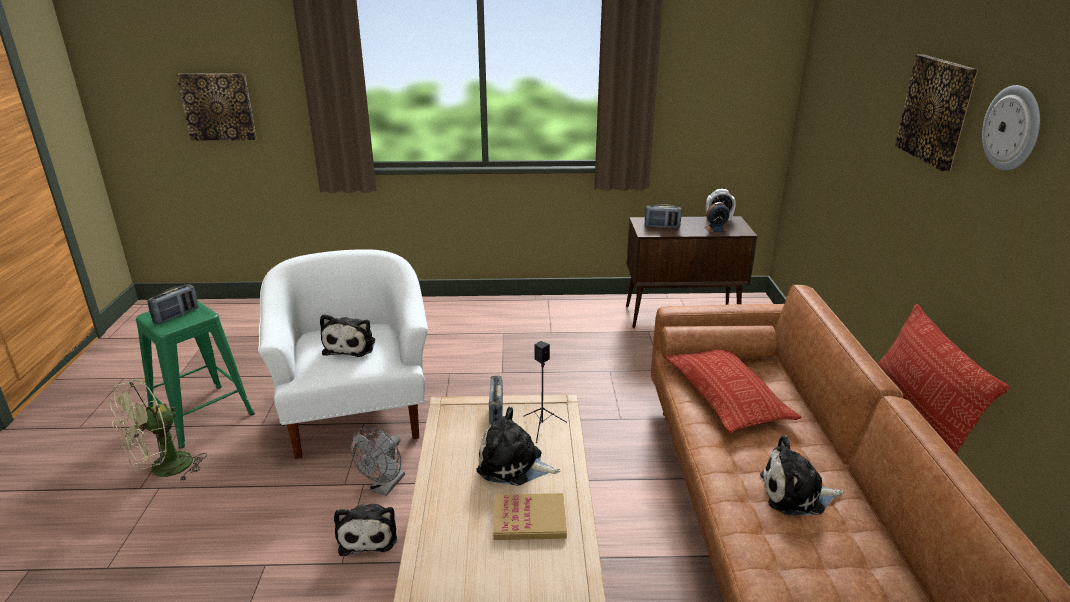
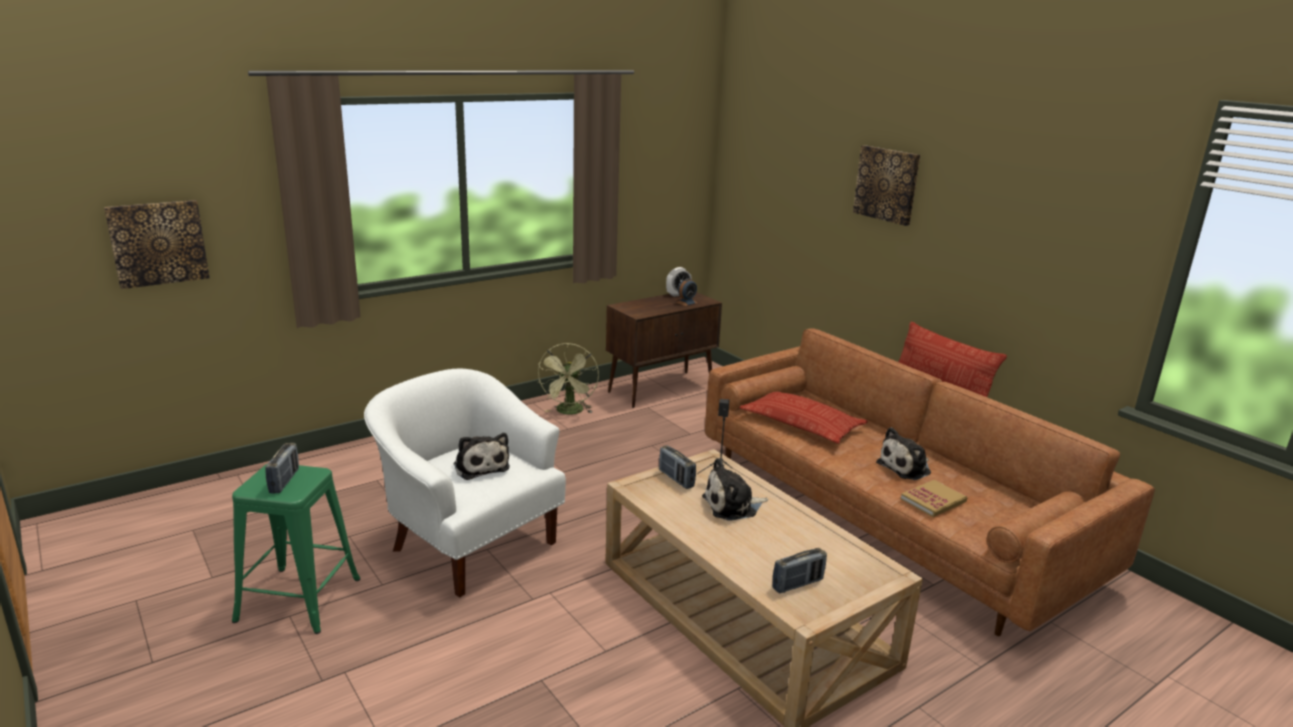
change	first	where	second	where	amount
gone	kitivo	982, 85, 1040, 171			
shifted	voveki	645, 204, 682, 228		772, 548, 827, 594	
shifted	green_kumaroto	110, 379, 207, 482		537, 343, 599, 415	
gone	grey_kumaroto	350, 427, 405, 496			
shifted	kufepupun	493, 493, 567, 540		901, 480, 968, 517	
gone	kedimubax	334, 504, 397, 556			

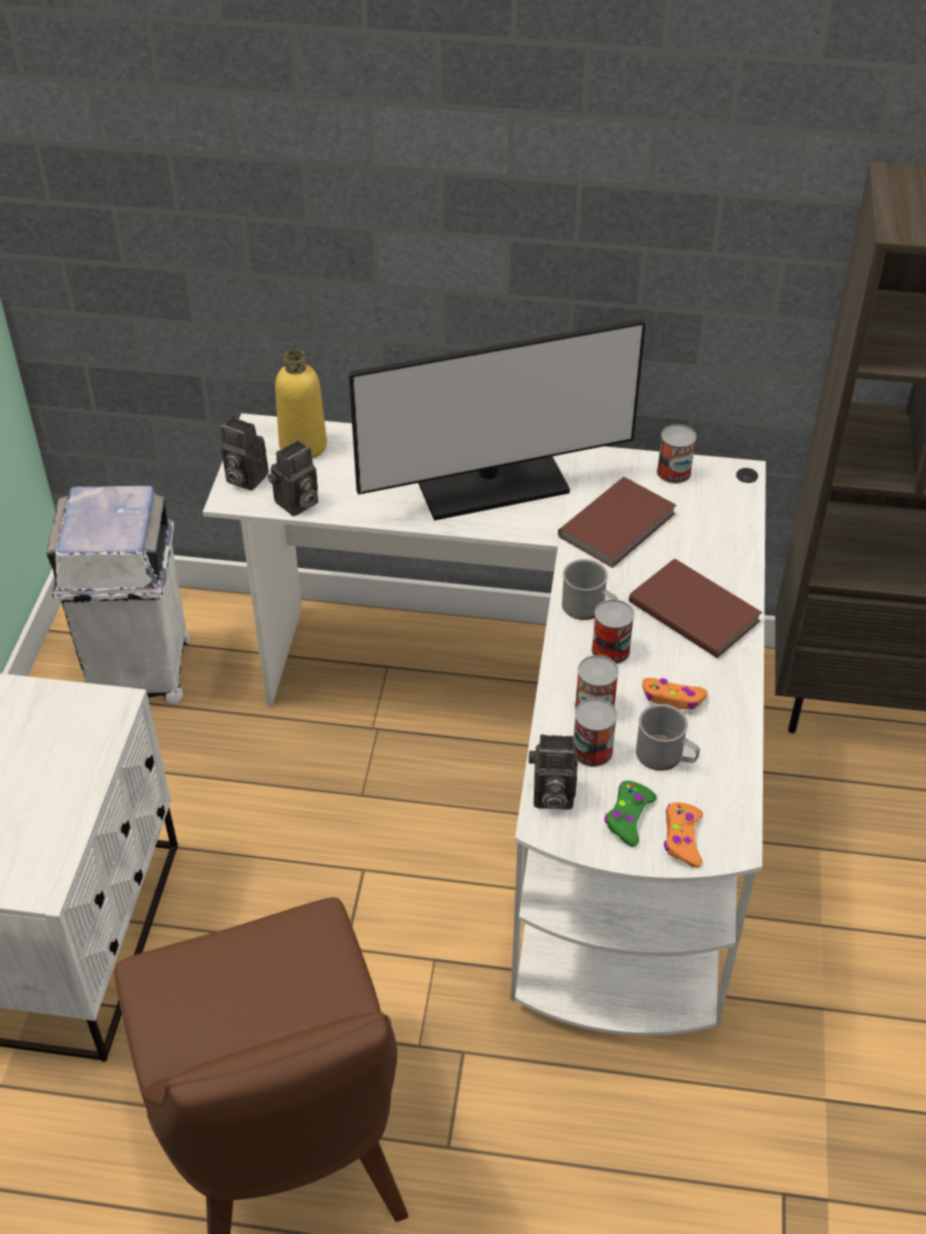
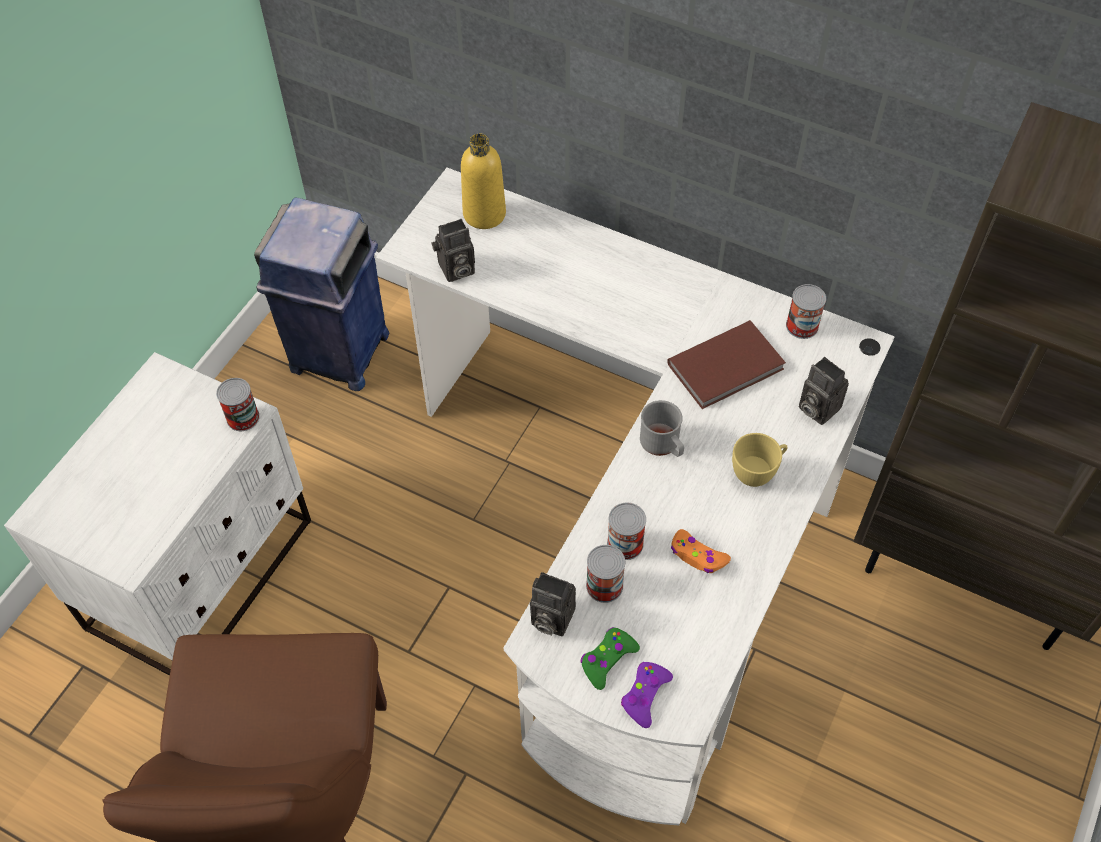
change	first	where	second	where	amount
gone	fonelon	349, 319, 646, 521			
shifted	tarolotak	220, 417, 269, 491		799, 357, 849, 425	
repainted	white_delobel	47, 486, 190, 703	blue_delobel	254, 197, 389, 391	
swapped	brown_kufepupun	629, 558, 762, 658	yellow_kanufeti	732, 433, 788, 487	
shifted	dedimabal	591, 599, 634, 664		216, 378, 260, 431	
gone	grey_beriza	636, 704, 700, 771			
repainted	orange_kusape	664, 802, 703, 868	purple_kusape	621, 662, 673, 728	

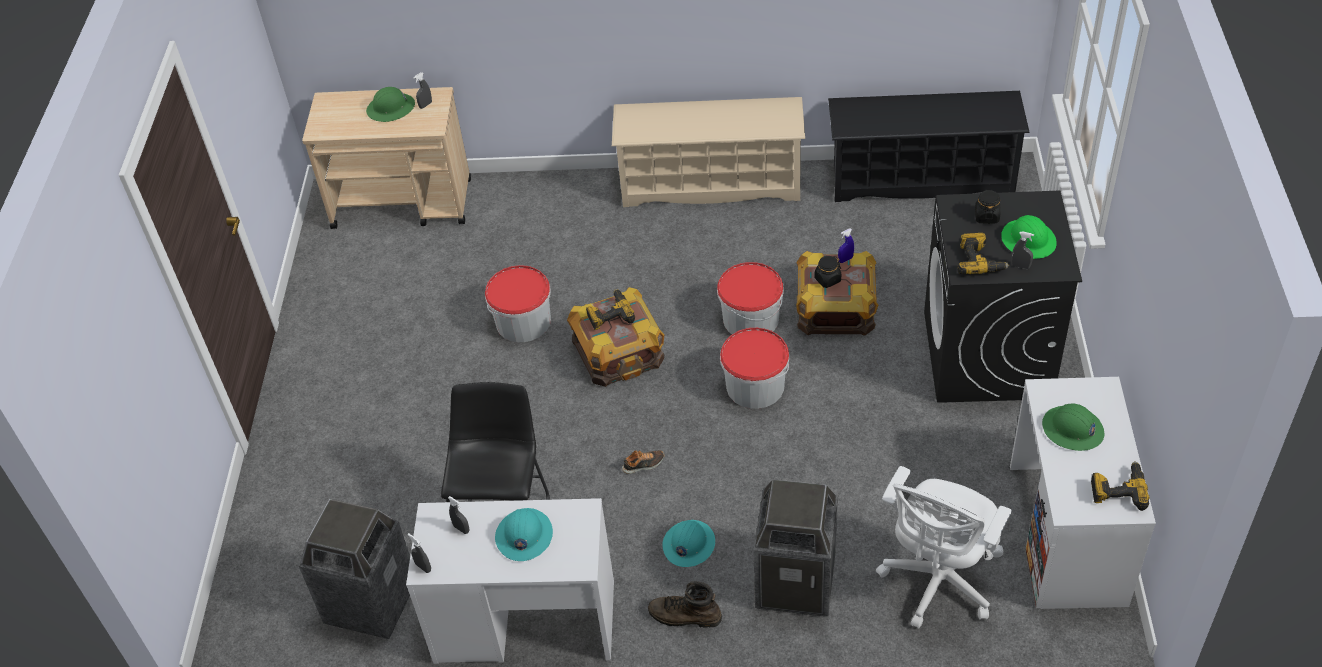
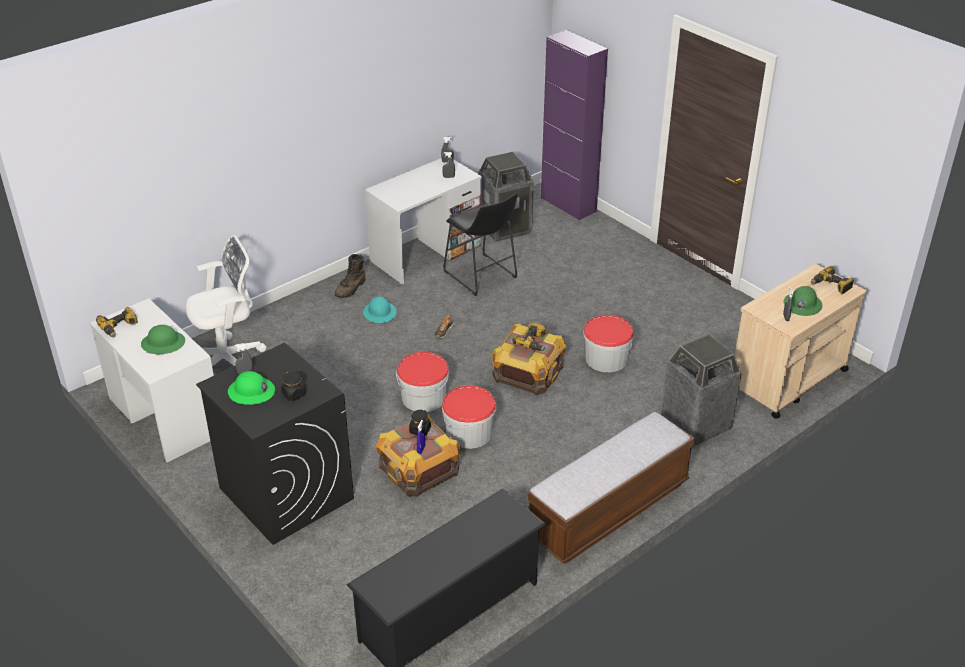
change	first	where	second	where	amount
swapped	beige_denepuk	612, 97, 805, 207	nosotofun	528, 412, 695, 564	
shifted	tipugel	957, 233, 1010, 274		811, 266, 854, 294	
rotated	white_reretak	876, 466, 1012, 629		186, 235, 266, 366	75 degrees clockwise
shifted	delobel	753, 479, 838, 617		661, 334, 742, 446	
gone	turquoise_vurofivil	495, 508, 553, 561			
rotated	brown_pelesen	648, 581, 722, 628		335, 254, 366, 298	150 degrees clockwise
new			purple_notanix	541, 30, 608, 220	

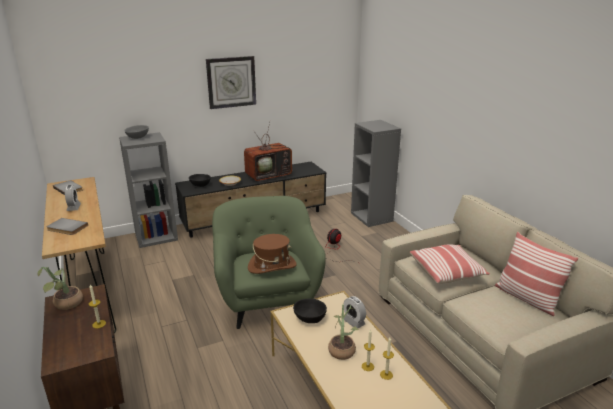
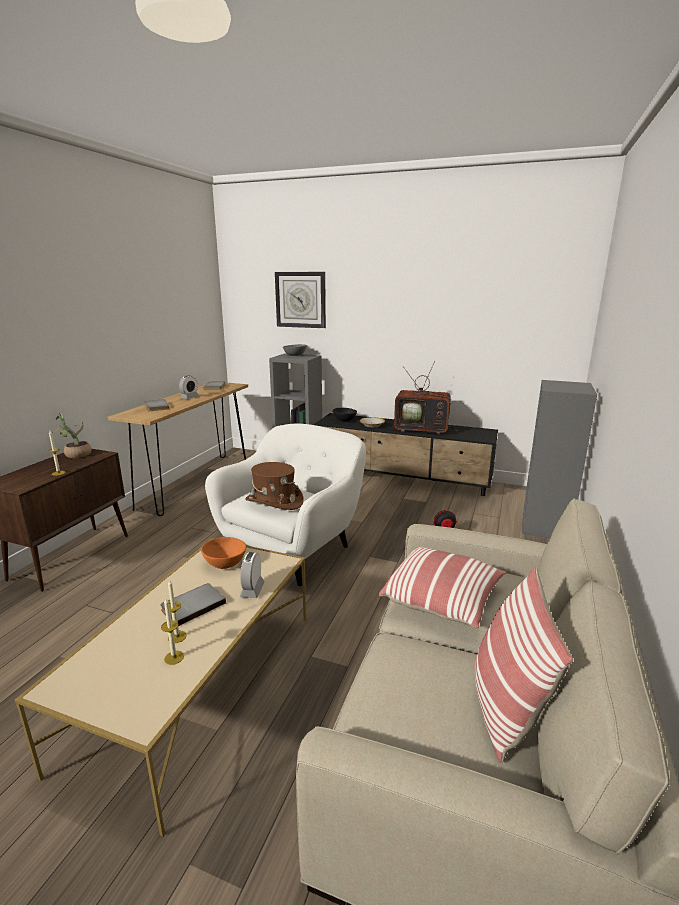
change	first	where	second	where	amount
shifted	kitivo	206, 56, 256, 109		275, 272, 326, 328	
repainted	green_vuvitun	212, 196, 326, 329	white_vuvitun	205, 424, 366, 586	
repainted	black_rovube	293, 299, 327, 323	orange_rovube	201, 537, 246, 569	
swapped	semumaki	328, 304, 359, 360	grey_kufepupun	161, 583, 226, 626	

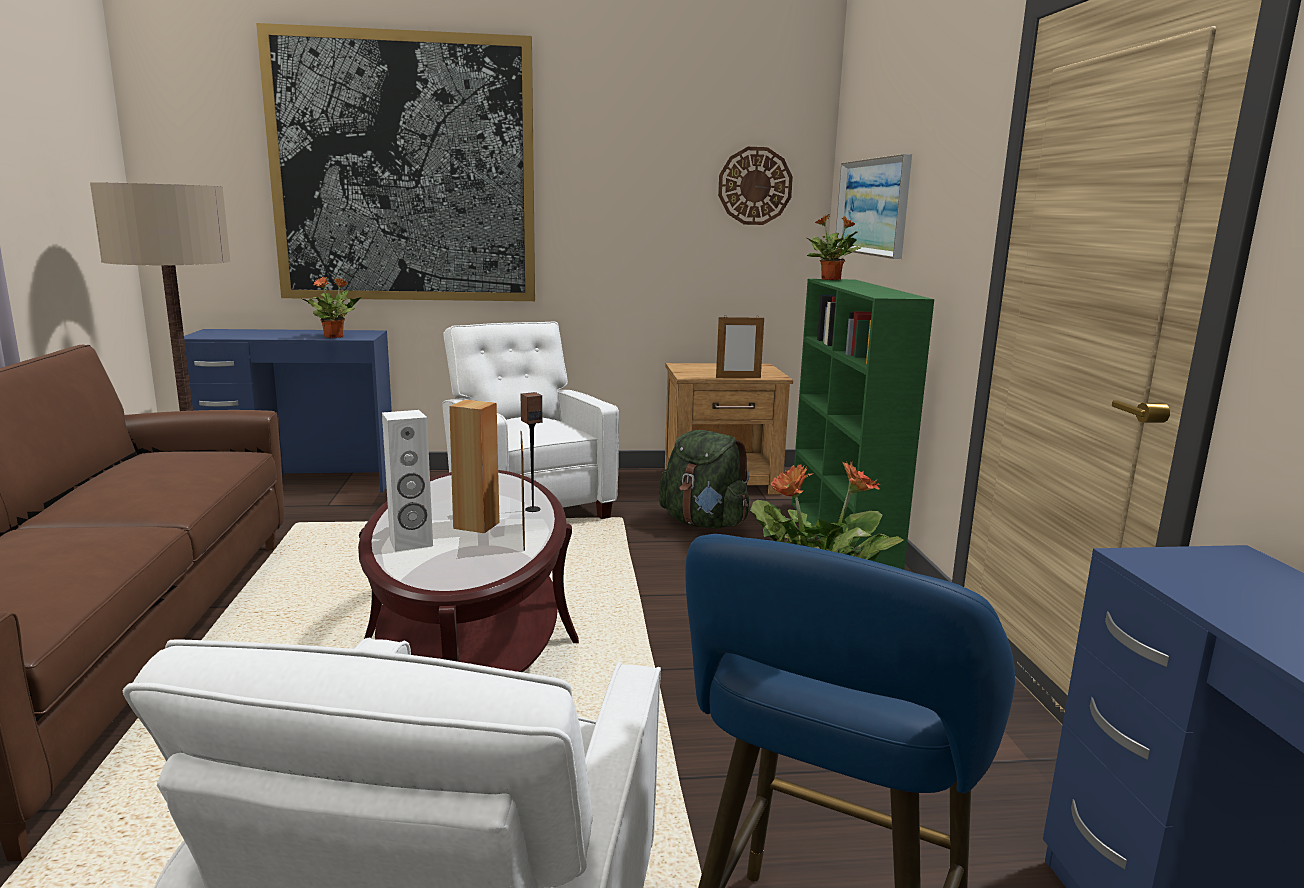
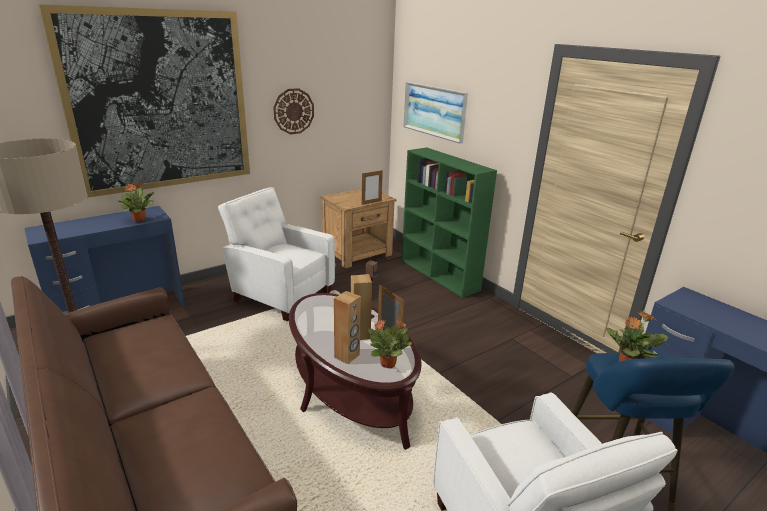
change	first	where	second	where	amount
shifted	kitivo	718, 147, 793, 225		273, 88, 314, 134	
shifted	semumaki	807, 214, 862, 280		367, 320, 412, 368	
repainted	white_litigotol	382, 410, 433, 552	brown_litigotol	334, 291, 361, 364	
gone	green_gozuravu	659, 430, 749, 529			

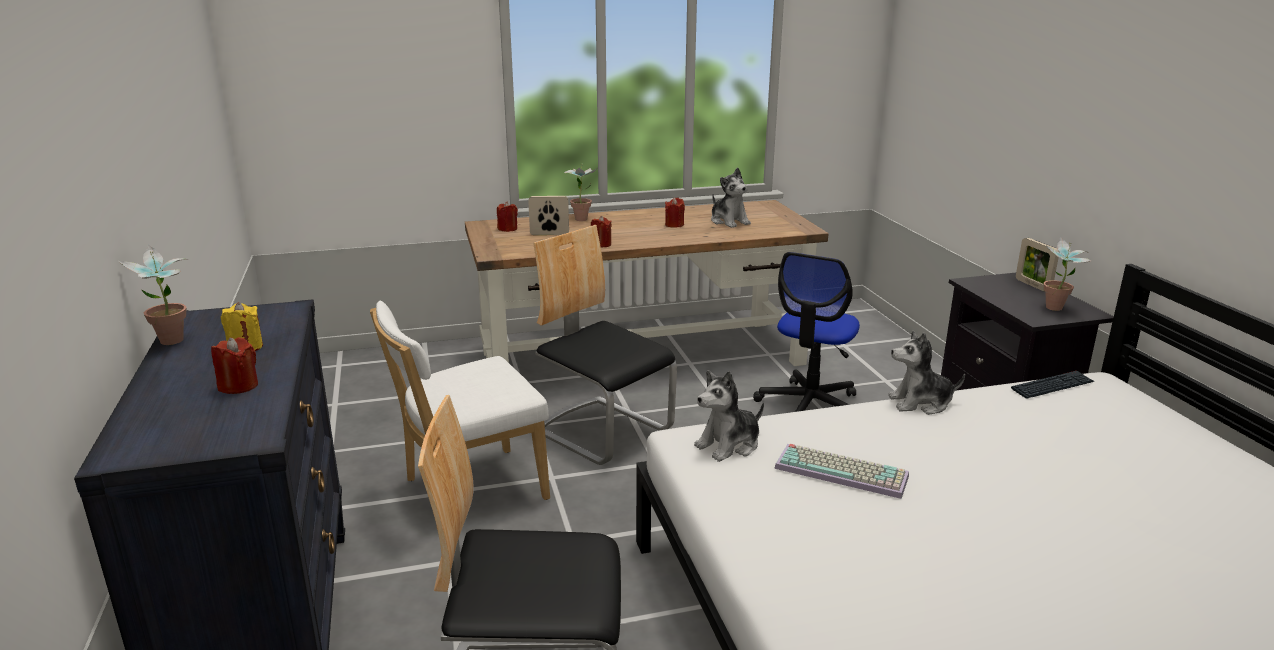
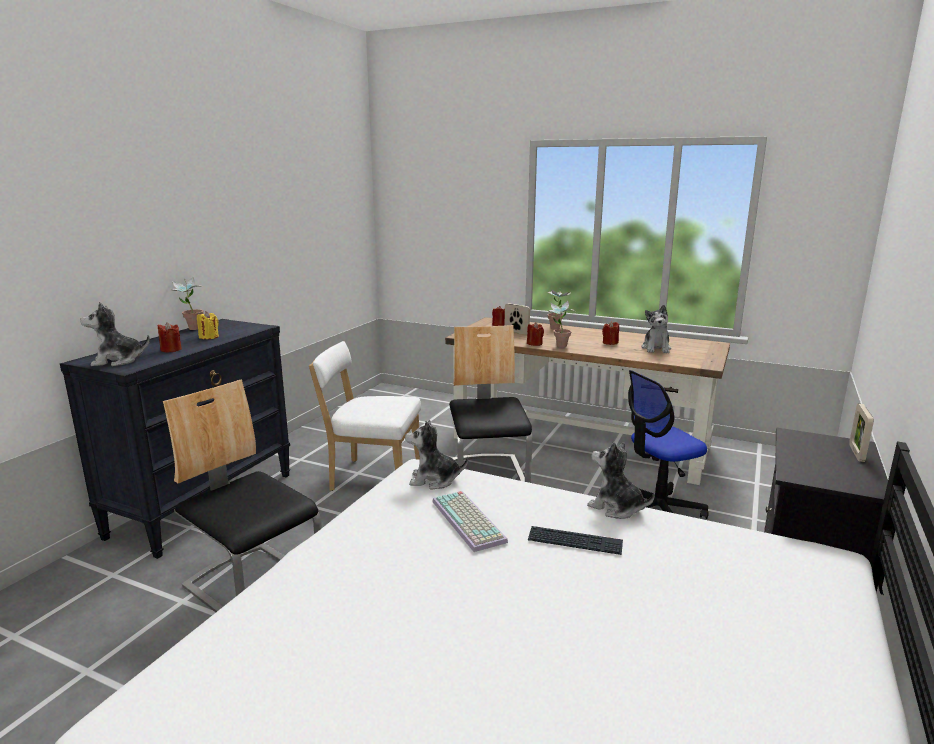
change	first	where	second	where	amount
shifted	semumaki	1044, 237, 1092, 311		549, 301, 575, 348	
shifted	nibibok	1011, 371, 1094, 399		528, 526, 623, 555	
new			kedimubax	80, 302, 150, 366	

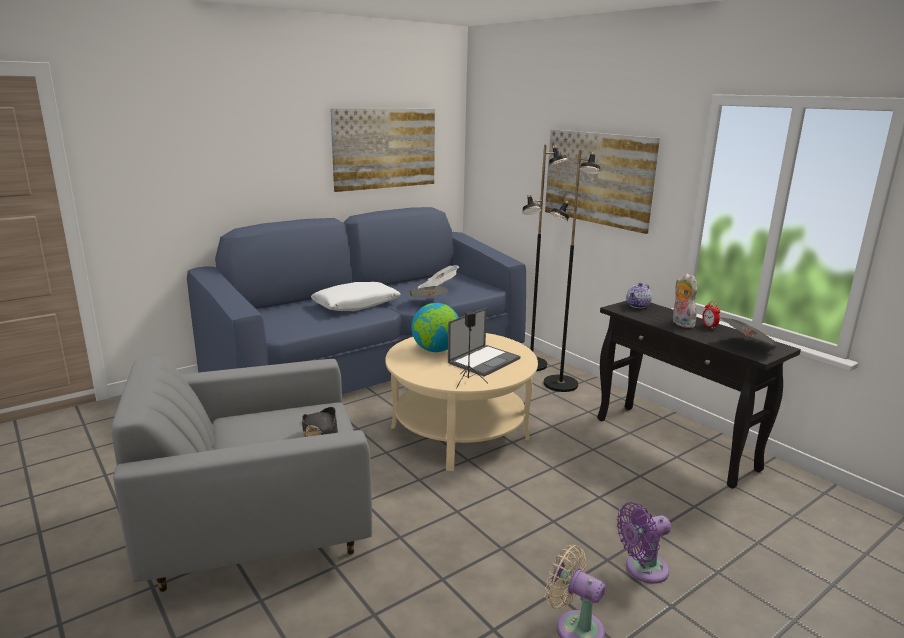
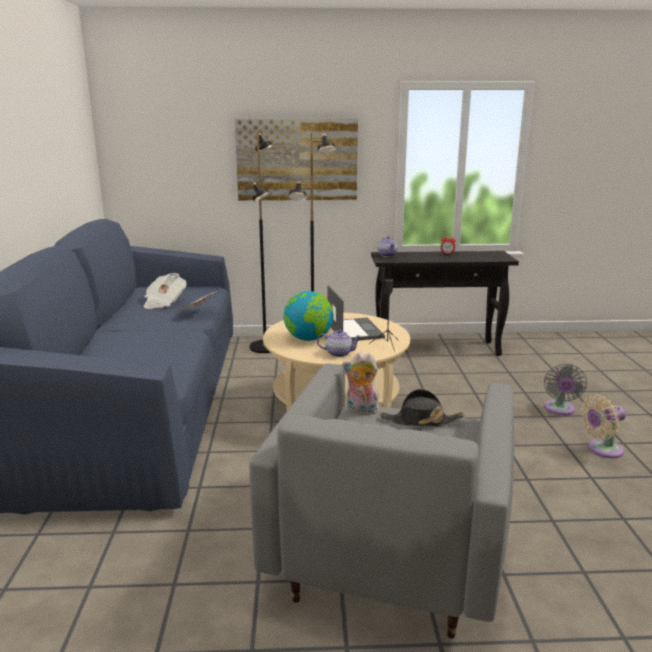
change	first	where	second	where	amount
gone	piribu	331, 108, 435, 192			
shifted	kedimubax	673, 273, 697, 328		342, 353, 379, 415	
gone	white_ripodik	311, 282, 401, 311			
gone	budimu	718, 317, 776, 345			
repainted	purple_kumaroto	617, 502, 671, 584	grey_kumaroto	544, 364, 587, 415	
new			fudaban	317, 329, 362, 357	

